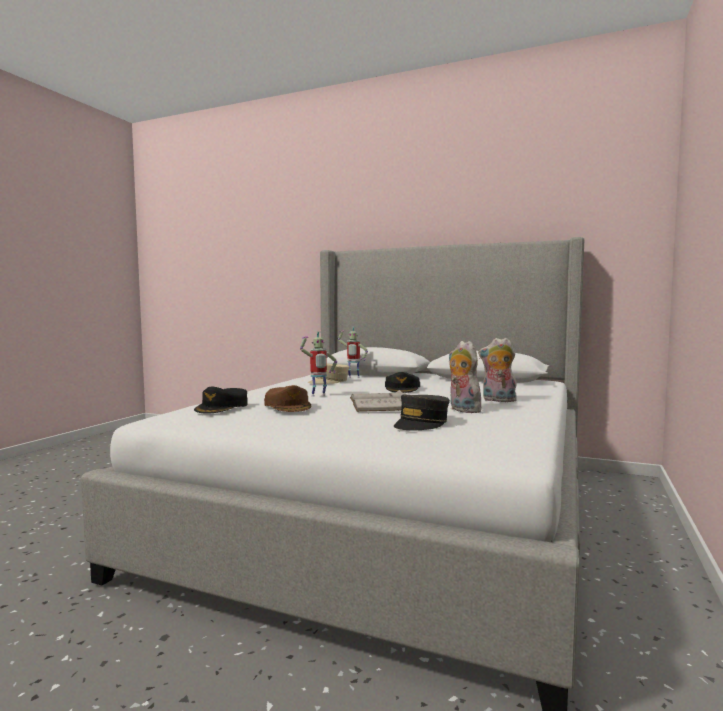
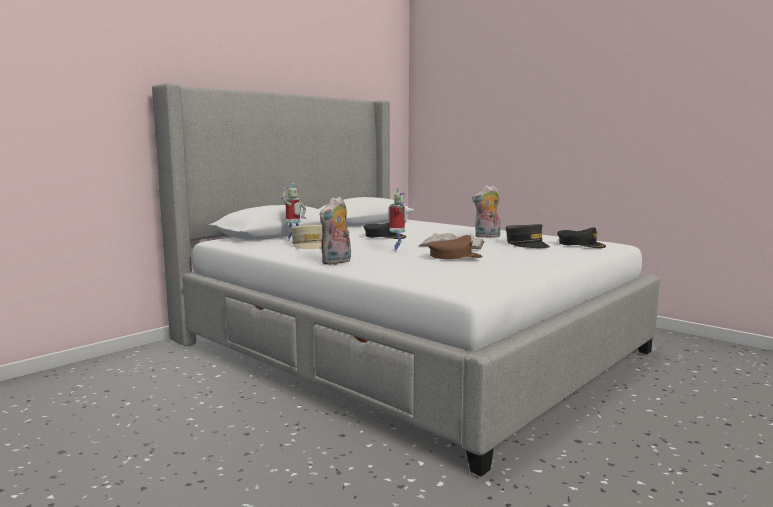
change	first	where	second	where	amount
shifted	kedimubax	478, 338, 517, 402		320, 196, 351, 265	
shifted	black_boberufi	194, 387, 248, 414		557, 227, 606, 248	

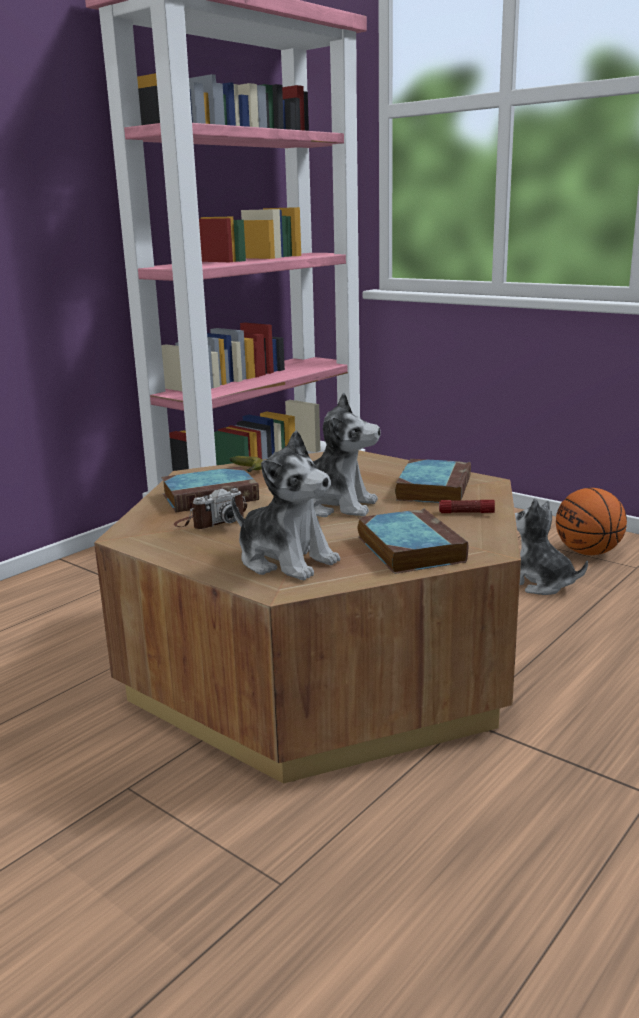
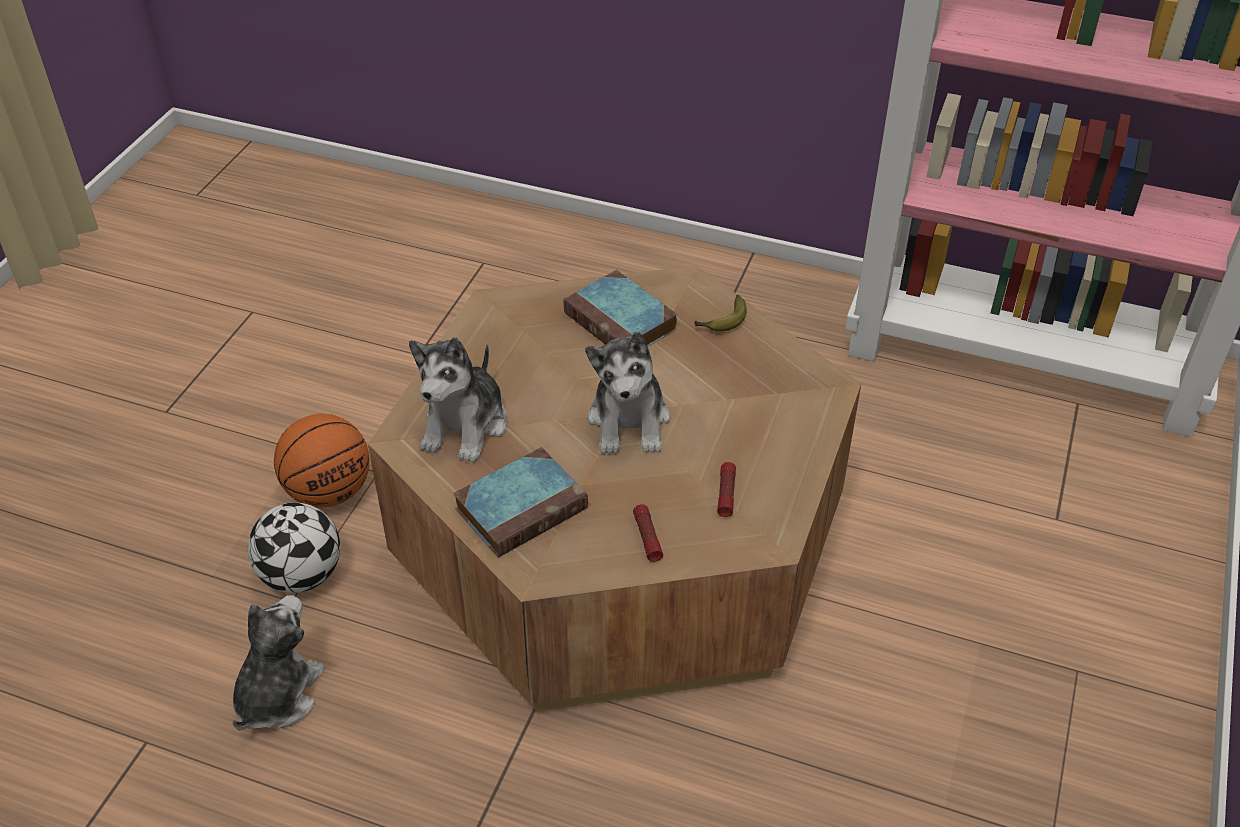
change	first	where	second	where	amount
swapped	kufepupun	395, 459, 471, 503	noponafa	717, 462, 736, 517	
gone	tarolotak	174, 488, 247, 529			
shifted	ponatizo	556, 488, 627, 555		274, 414, 370, 508	
shifted	kedimubax	515, 498, 588, 595		232, 595, 325, 731	
new			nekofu	248, 502, 340, 593	

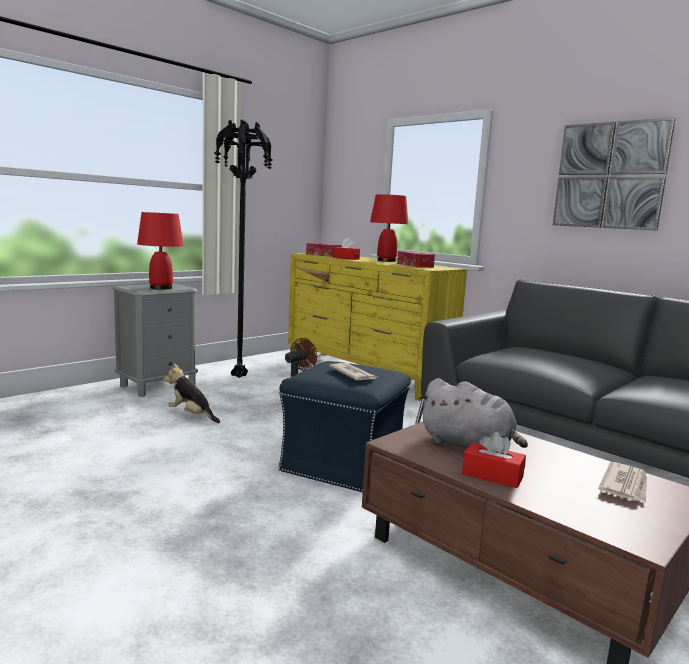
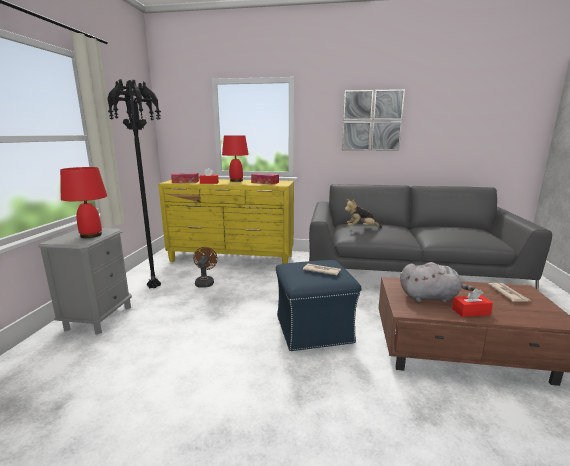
change	first	where	second	where	amount
shifted	kedimubax	164, 364, 220, 423		345, 199, 382, 228	

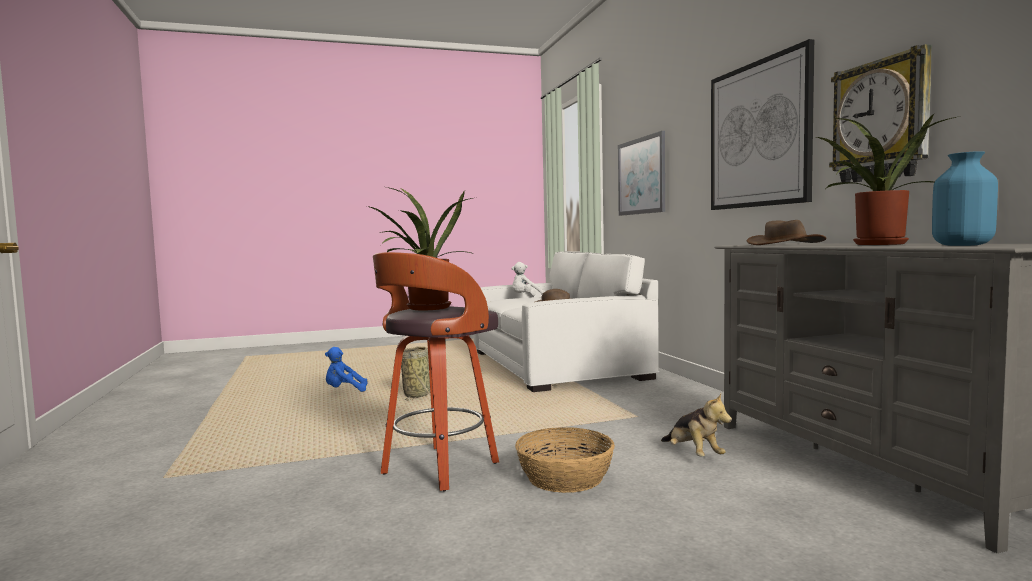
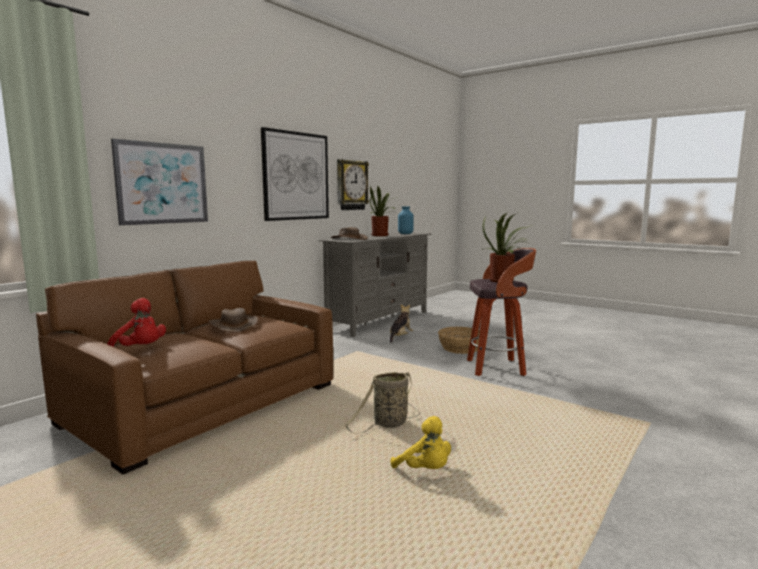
change	first	where	second	where	amount
repainted	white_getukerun	474, 252, 659, 392	brown_getukerun	36, 261, 334, 474	
repainted	white_kedimubax	511, 262, 545, 296	red_kedimubax	107, 298, 166, 347	
repainted	blue_kedimubax	325, 347, 367, 392	yellow_kedimubax	390, 416, 451, 469	

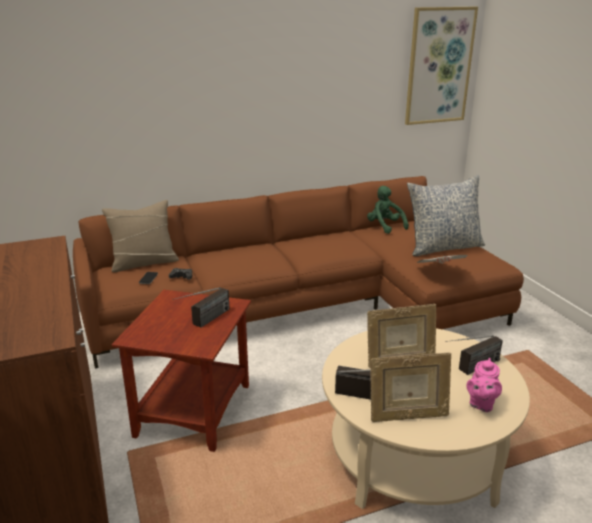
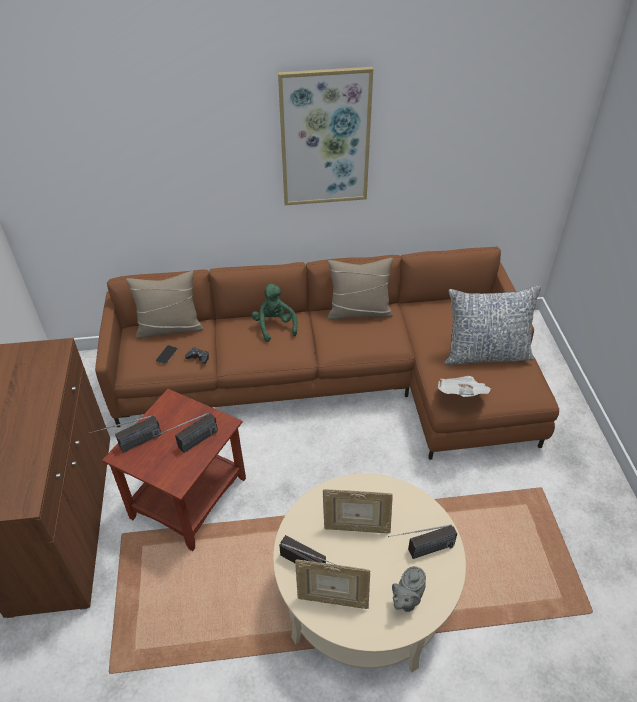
change	first	where	second	where	amount
shifted	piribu	405, 7, 478, 125		278, 67, 373, 205	
shifted	green_kedimubax	367, 186, 409, 234		252, 284, 298, 342	
repainted	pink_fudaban	466, 358, 502, 412	grey_fudaban	392, 566, 426, 612	
new			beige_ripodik	328, 258, 393, 319	
new			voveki	88, 415, 162, 453	

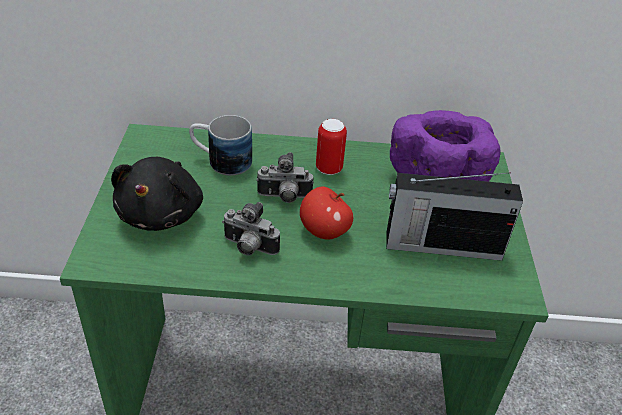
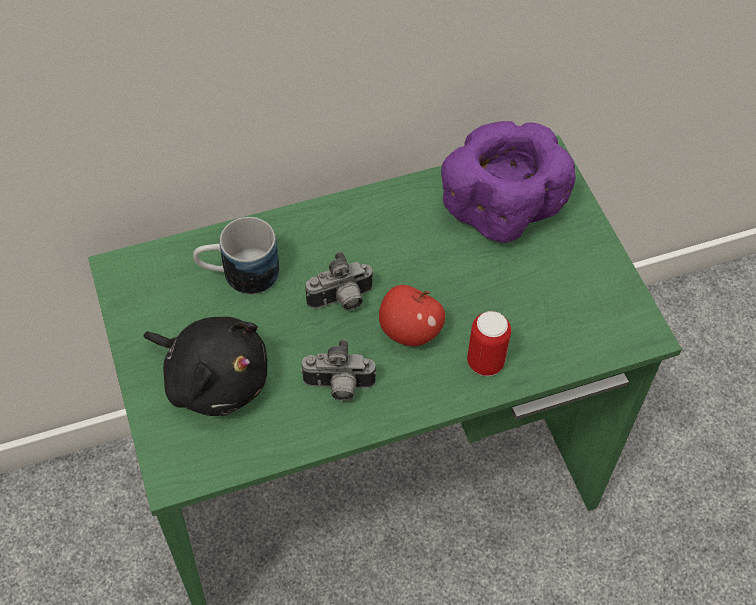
change	first	where	second	where	amount
shifted	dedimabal	316, 119, 347, 175		467, 311, 511, 376	
rotated	black_kedimubax	111, 157, 203, 231		143, 317, 268, 416	45 degrees counterclockwise
gone	voveki	386, 172, 523, 261			

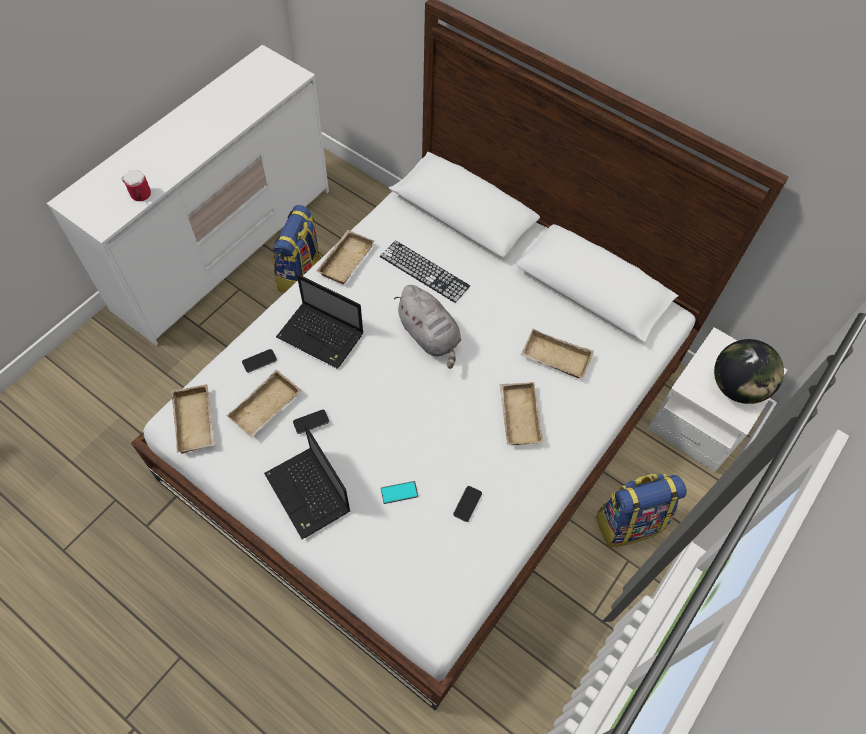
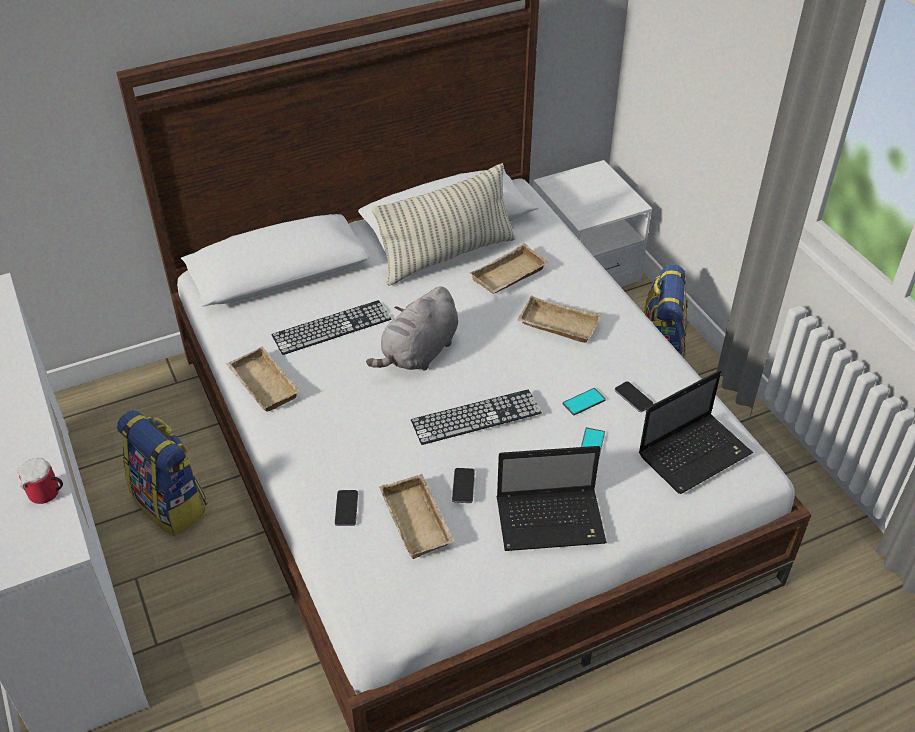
change	first	where	second	where	amount
shifted	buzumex	276, 274, 364, 369		639, 370, 753, 494	
rotated	grey_kedimubax	394, 285, 461, 369		366, 287, 458, 371	135 degrees clockwise
gone	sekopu	714, 339, 784, 404			
gone	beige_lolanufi	171, 384, 215, 454			
new			ripodik	372, 163, 516, 286	
new			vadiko	563, 388, 606, 416	
new			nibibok	411, 389, 542, 445	

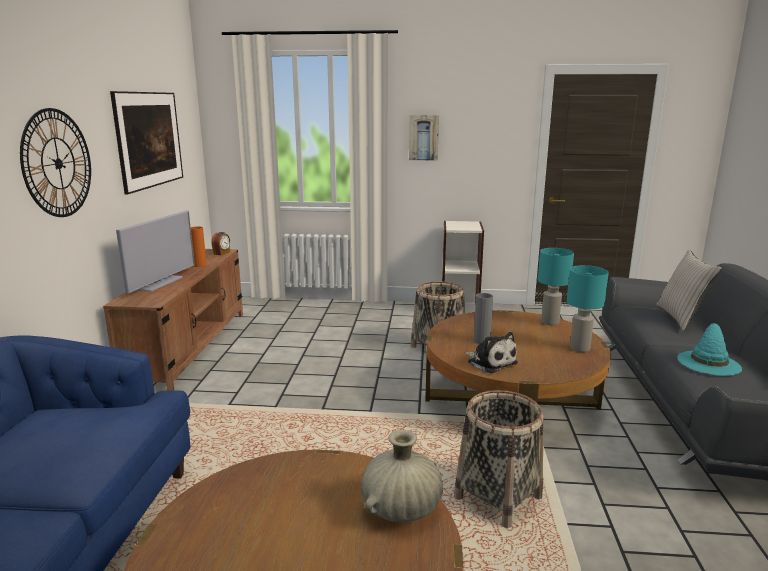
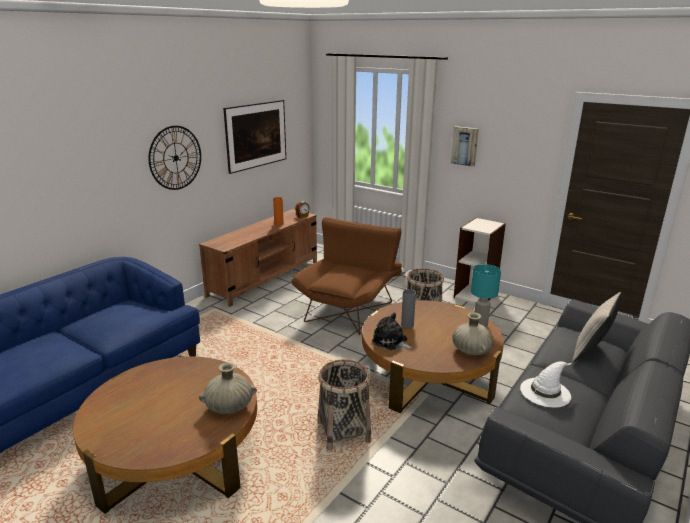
change	first	where	second	where	amount
gone	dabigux	116, 210, 195, 294			
swapped	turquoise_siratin	566, 265, 609, 352	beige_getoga	452, 312, 494, 355	
repainted	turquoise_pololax	677, 323, 742, 376	white_pololax	520, 361, 571, 407	
rotated	kedimubax	465, 332, 518, 373		372, 312, 414, 350	135 degrees clockwise
new			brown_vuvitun	291, 217, 402, 335	

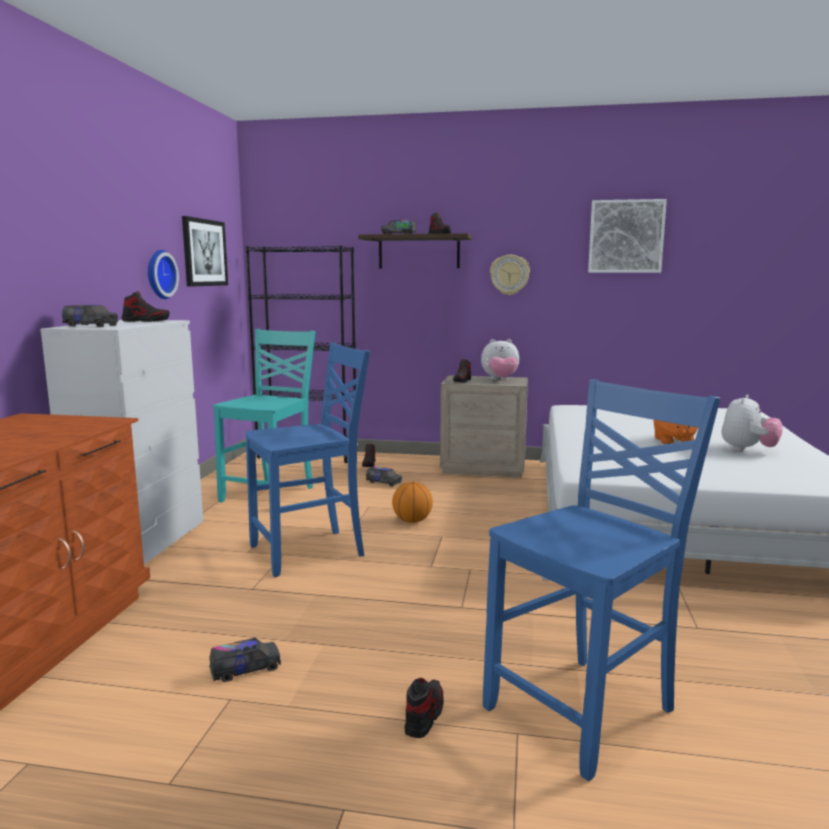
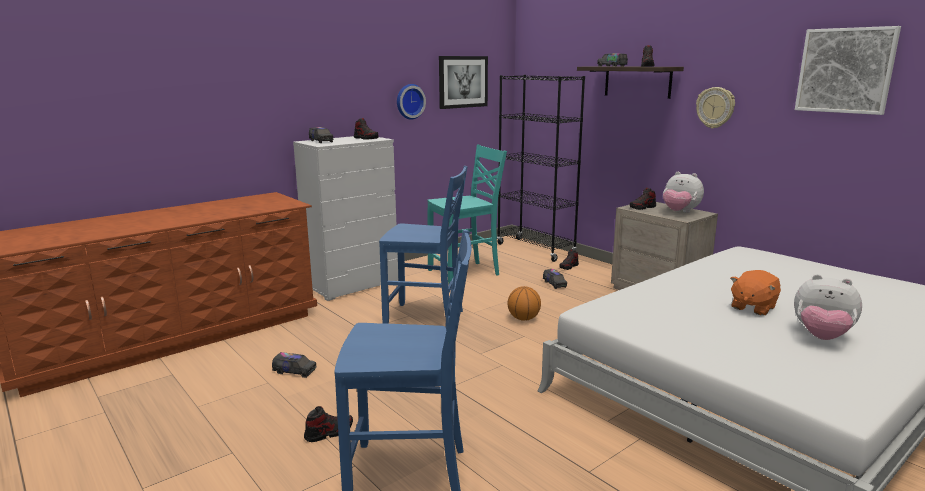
change	first	where	second	where	amount
rotated	kedimubax	722, 394, 783, 452		794, 274, 862, 340	45 degrees clockwise

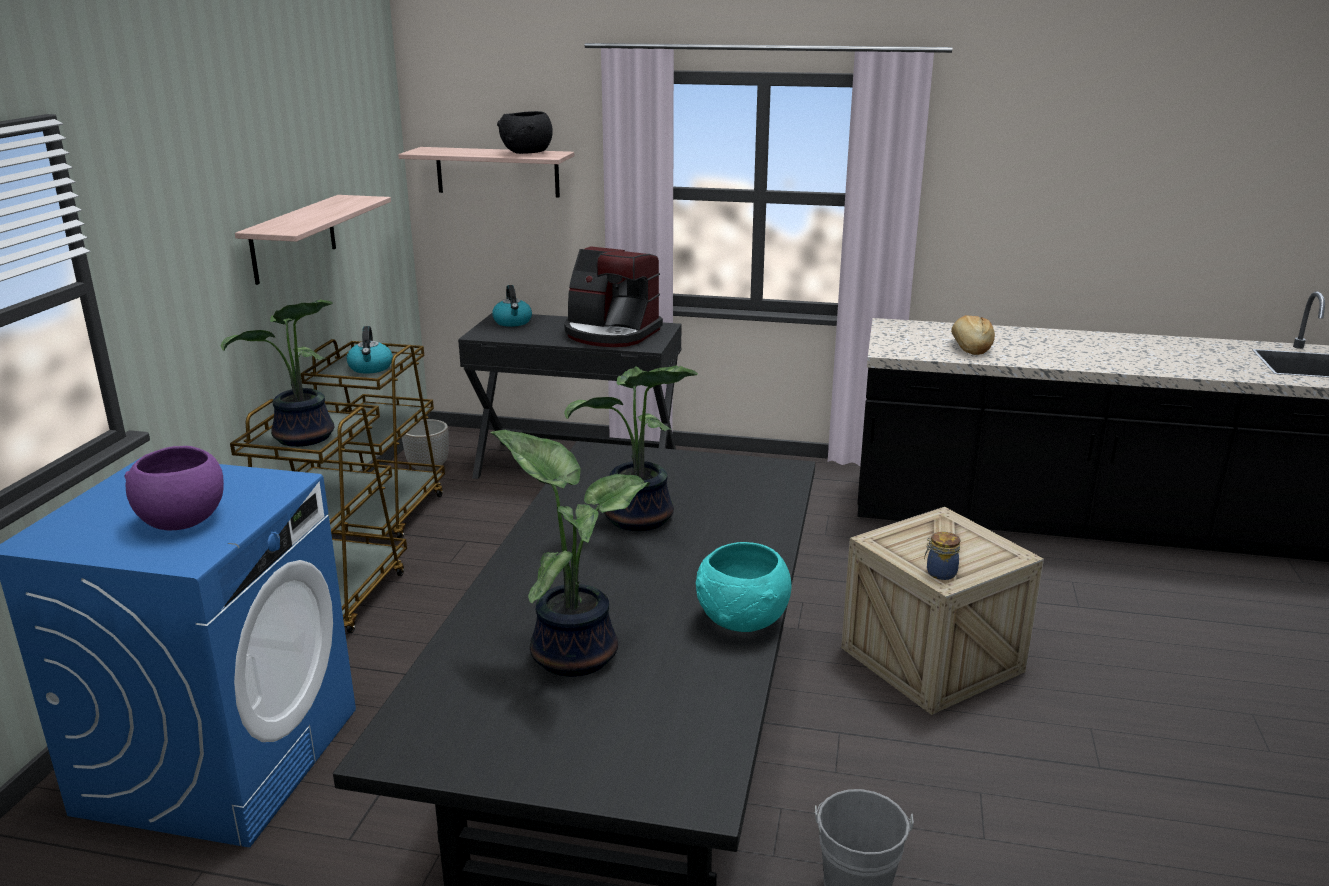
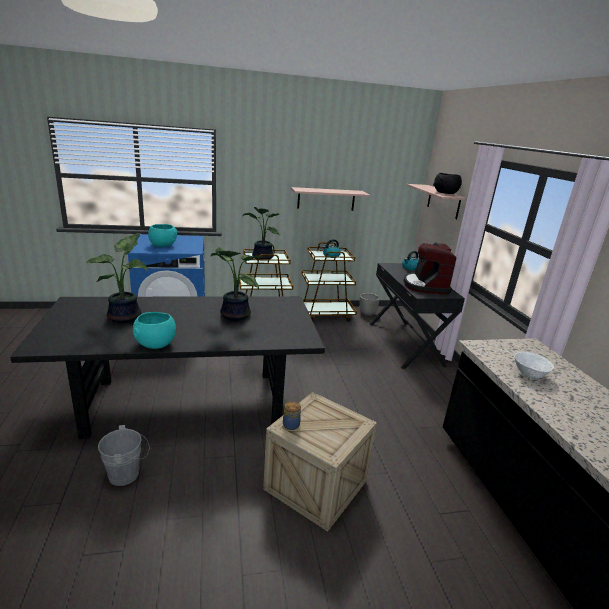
change	first	where	second	where	amount
swapped	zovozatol	951, 315, 995, 355	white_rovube	514, 352, 554, 379	
repainted	purple_rovube	125, 446, 224, 530	turquoise_rovube	148, 224, 178, 247	

